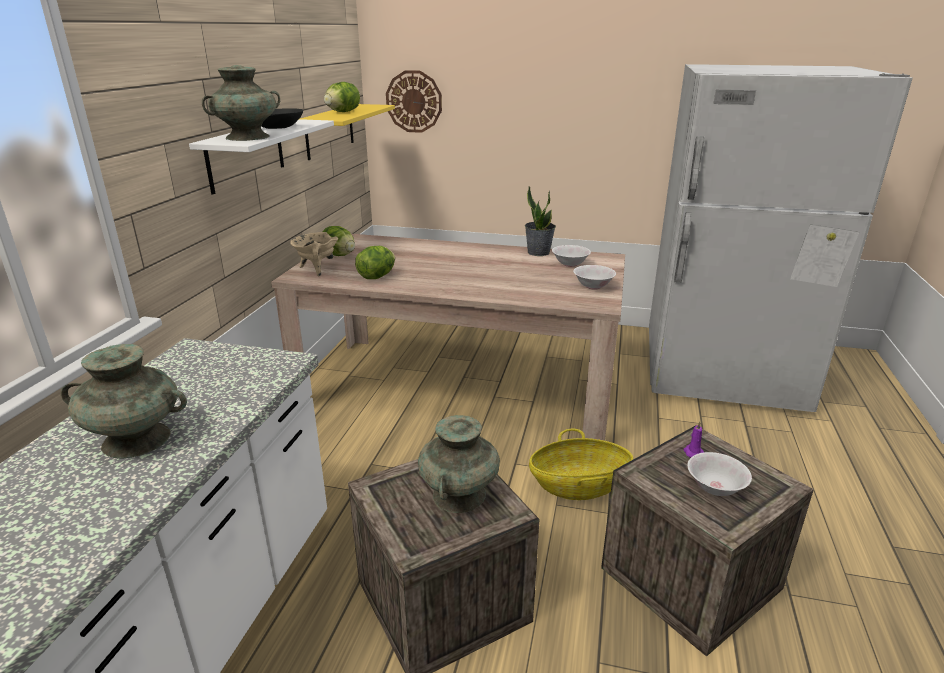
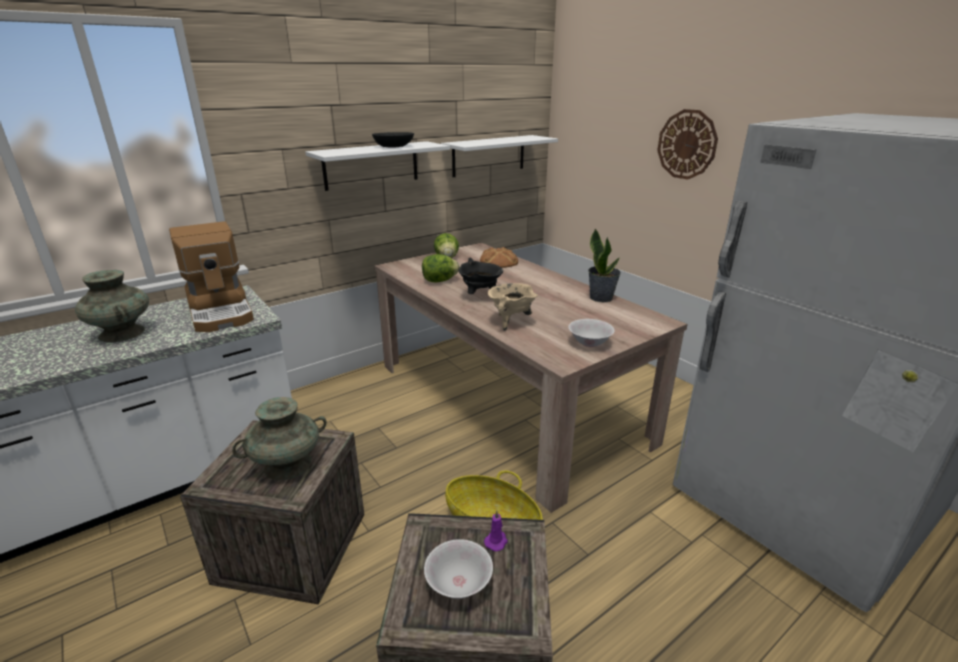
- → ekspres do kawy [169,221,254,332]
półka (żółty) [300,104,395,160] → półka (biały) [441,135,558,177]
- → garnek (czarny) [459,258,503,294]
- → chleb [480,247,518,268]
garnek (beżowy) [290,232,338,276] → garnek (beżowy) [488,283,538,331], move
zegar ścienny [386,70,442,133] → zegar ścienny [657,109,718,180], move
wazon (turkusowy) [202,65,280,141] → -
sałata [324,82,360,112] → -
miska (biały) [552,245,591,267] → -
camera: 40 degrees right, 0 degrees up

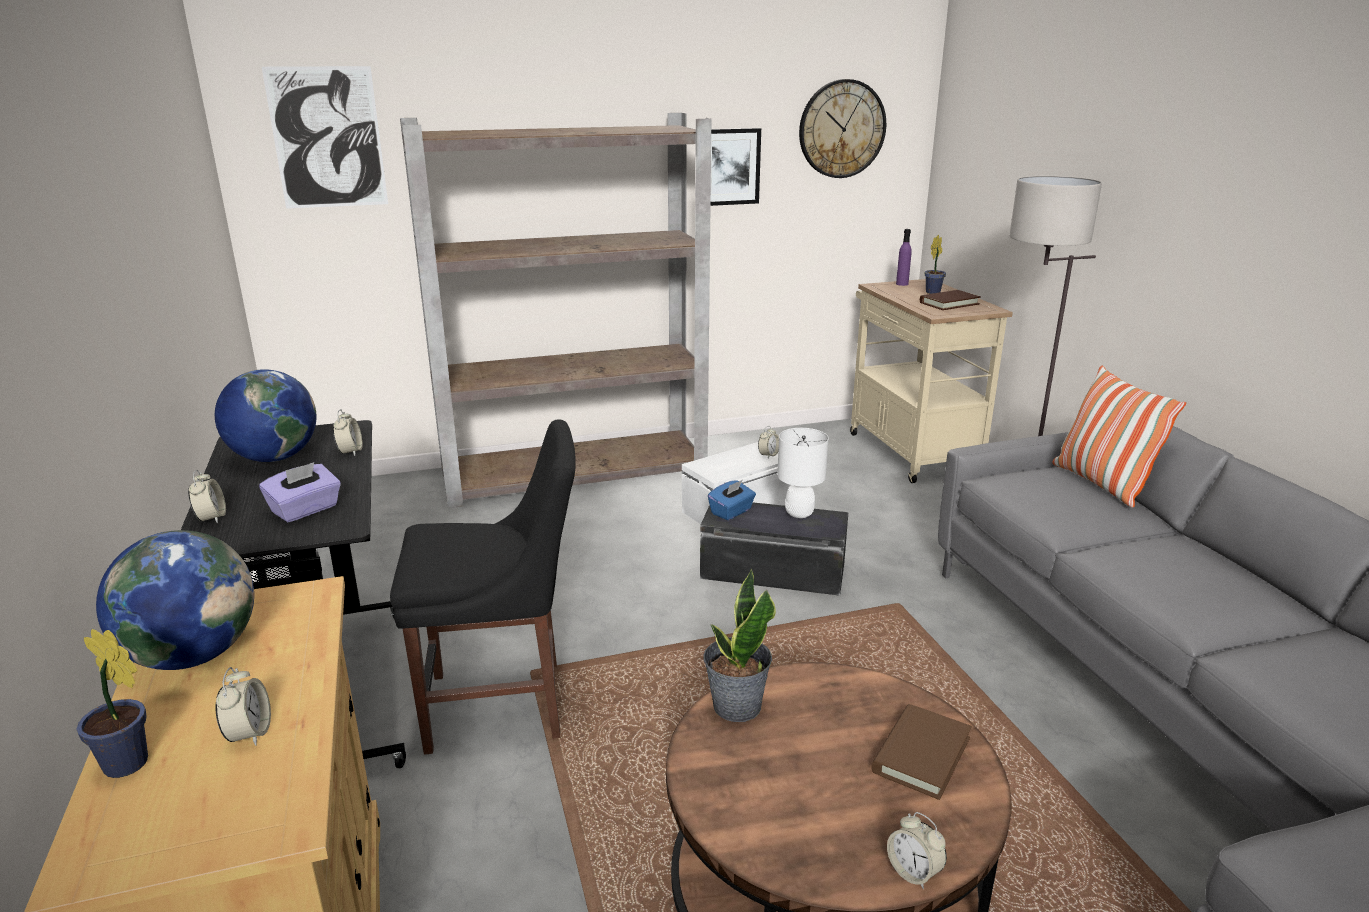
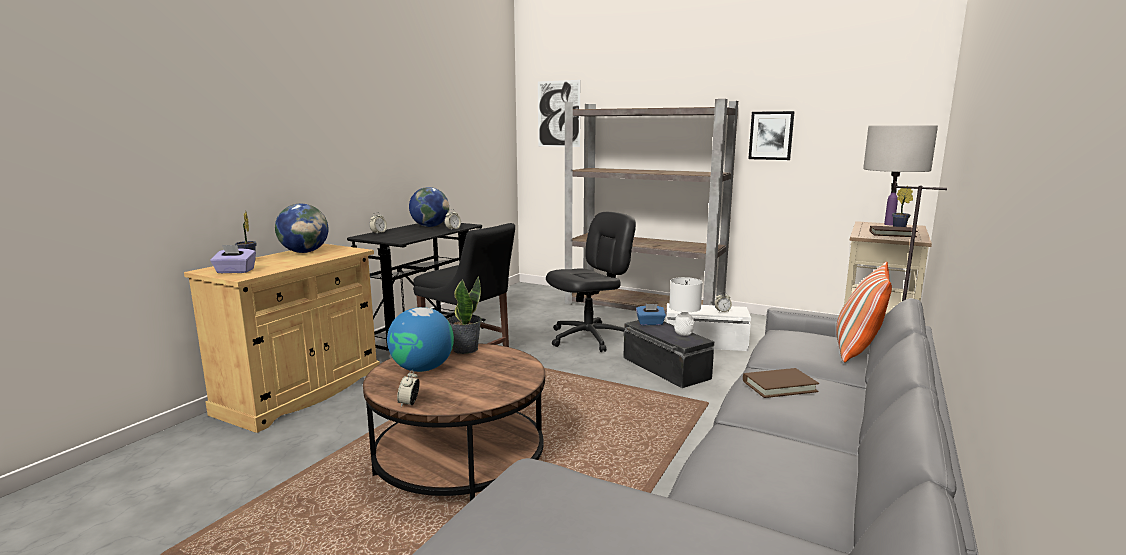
pudełko chusteczek (fioletowy) [259,462,341,522] → pudełko chusteczek (fioletowy) [210,245,256,273], move
- → globus [387,307,454,372]
- → krzesło biurowe (czarny) [546,212,636,352]
książka (brązowy) [871,704,972,800] → książka (brązowy) [743,368,819,398], move
budzik [216,667,271,746] → -
zegar ścienny [799,79,886,178] → -
camera: 45 degrees right, 10 degrees down

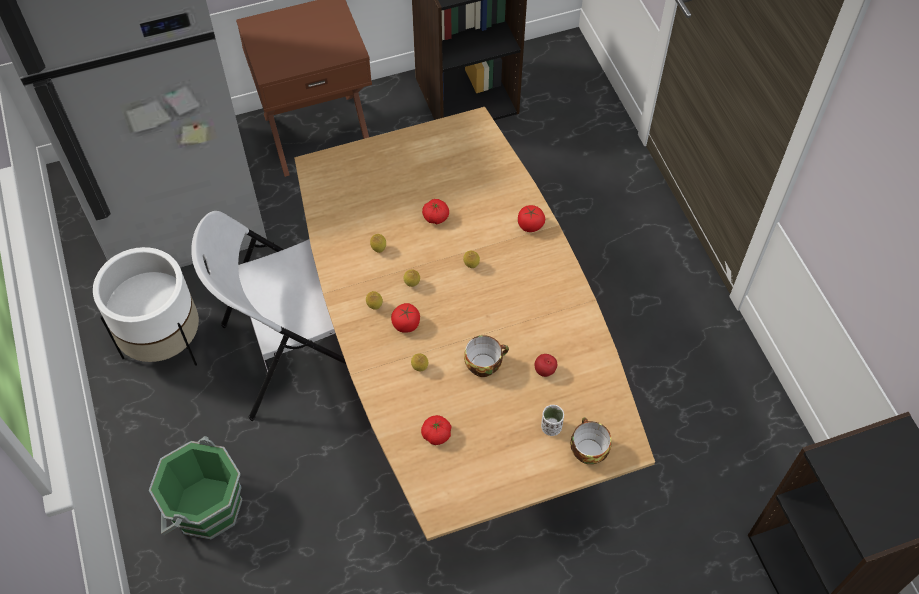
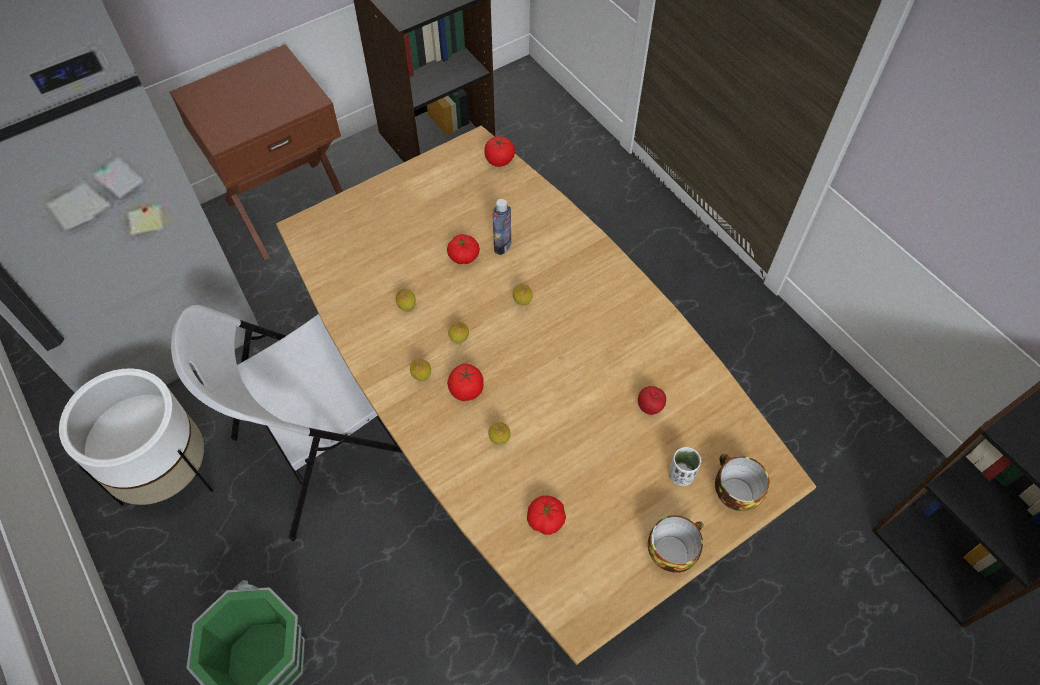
pomidor [518,205,545,232] → pomidor [484,136,515,167], move
- → butelka [493,199,511,255]
filiżanka [464,335,509,377] → filiżanka [648,515,704,573], move
camera: 15 degrees left, 0 degrees up

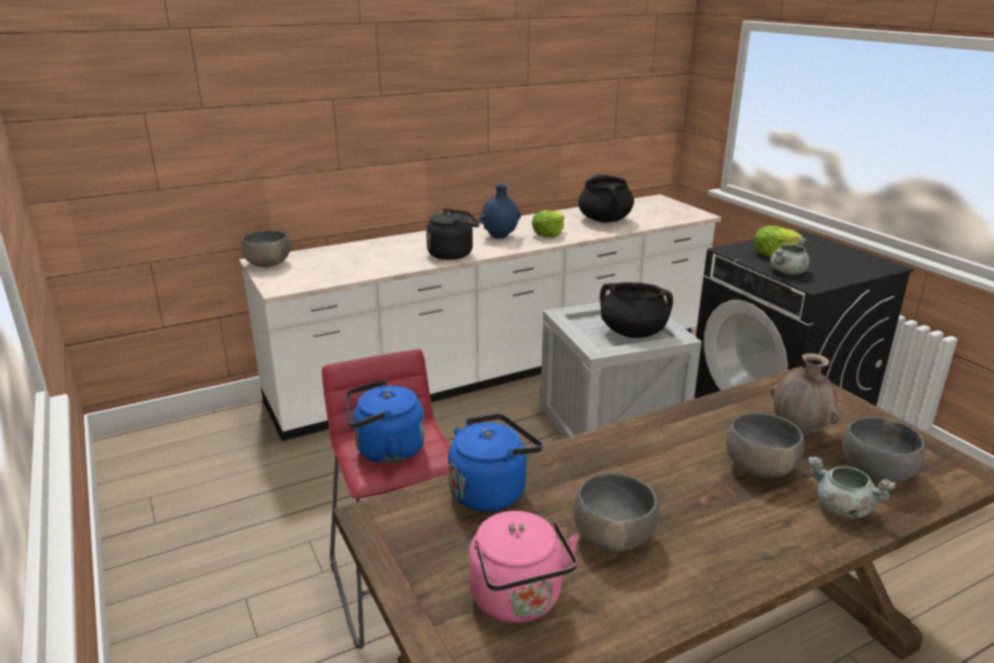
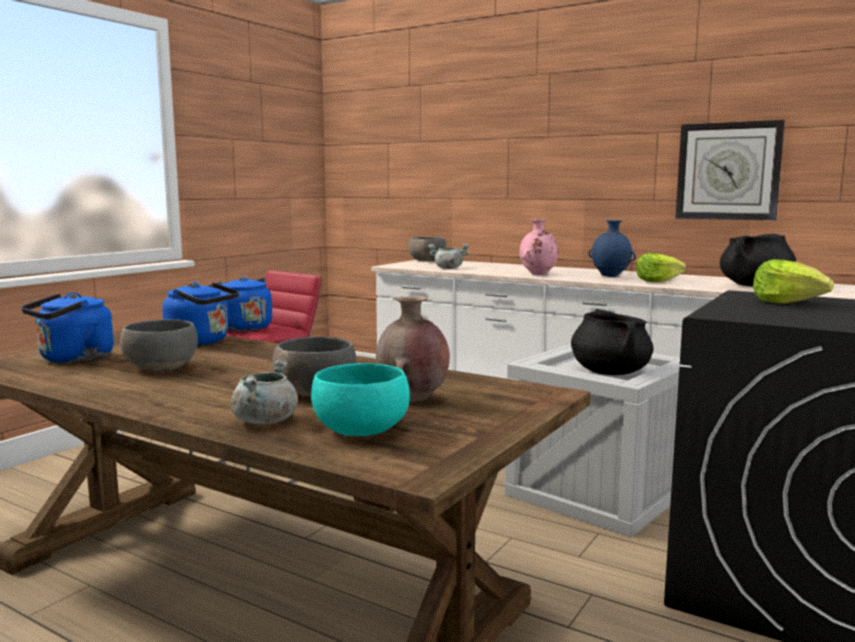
czajnik (różowy) [469,511,579,623] → czajnik (niebieski) [21,292,114,363]
miska (szary) [842,417,925,483] → miska (turkusowy) [311,363,410,436]
garnek (szary) [770,237,810,275] → garnek (szary) [428,244,469,269], move
czajnik (czarny) [426,208,479,260] → wazon (różowy) [520,219,559,275]
- → zegar ścienny [676,120,785,221]
camera: 60 degrees right, 15 degrees down

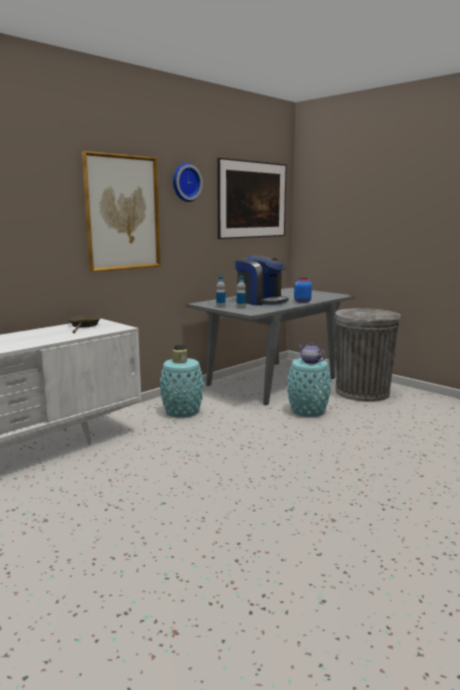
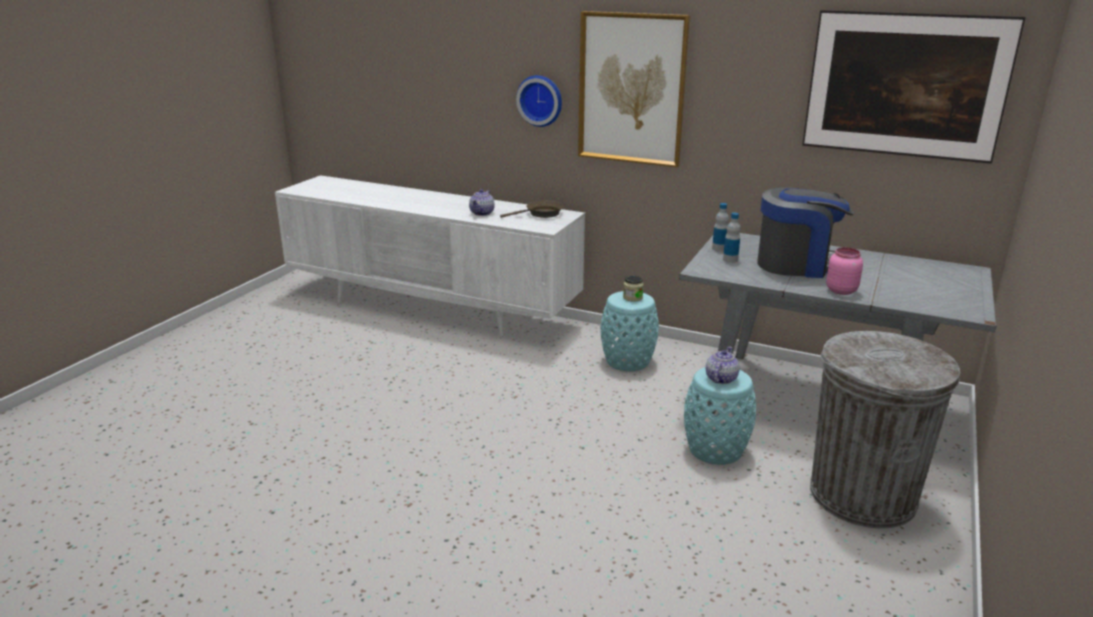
- → imbryk [469,189,495,216]
zegar ścienny [173,163,203,202] → zegar ścienny [516,75,562,127], move
ekspres do kawy [235,255,289,306] → ekspres do kawy [757,188,854,278], 105 degrees counterclockwise
słoik (niebieski) [294,278,312,303] → słoik (różowy) [826,247,863,295]
camera: 70 degrees right, 10 degrees up

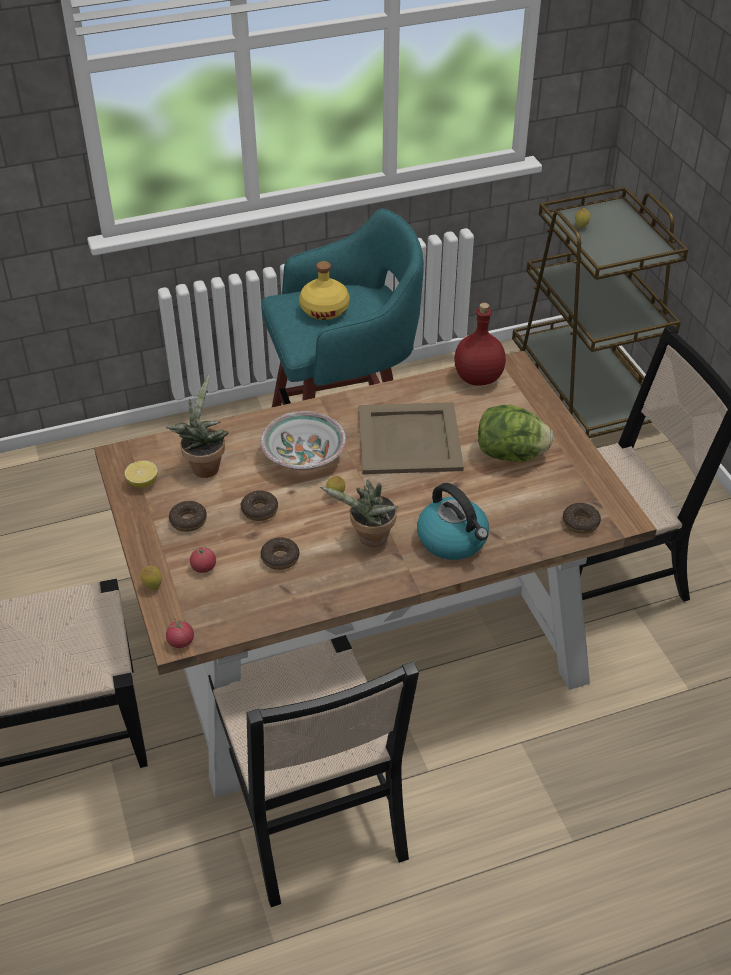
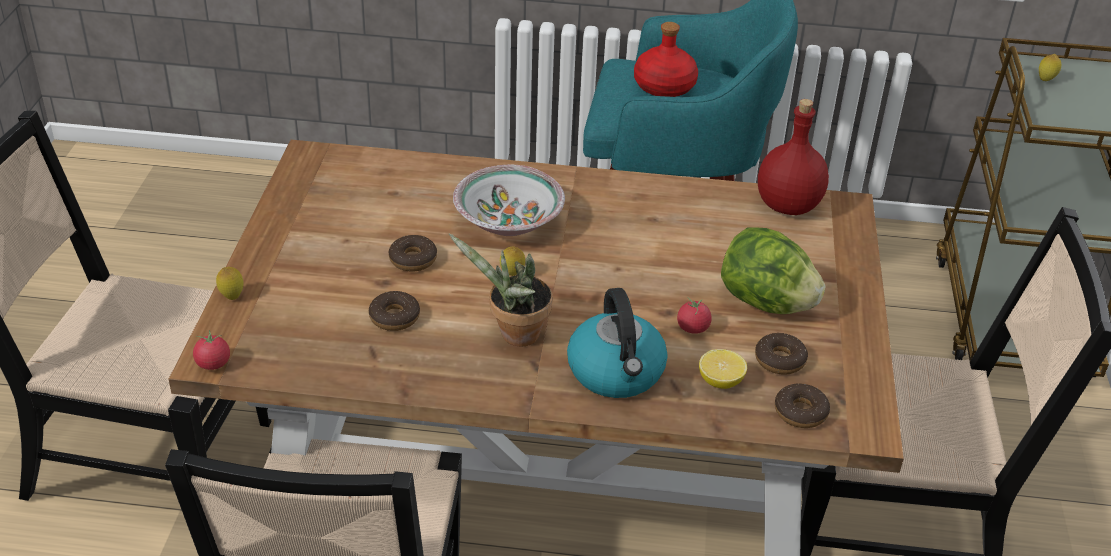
butelka (żółty) [299,261,350,320] → butelka (czerwony) [634,22,698,97]
pomidor [190,546,216,573] → pomidor [677,297,712,334], move
cytryna [125,461,158,487] → cytryna [699,349,747,389], move
donut [169,501,207,532] → donut [755,333,808,374], move
roślina doniczkowa [166,375,229,478] → -
taca (beżowy) [358,402,464,474] → -
camera: 25 degrees right, 5 degrees down

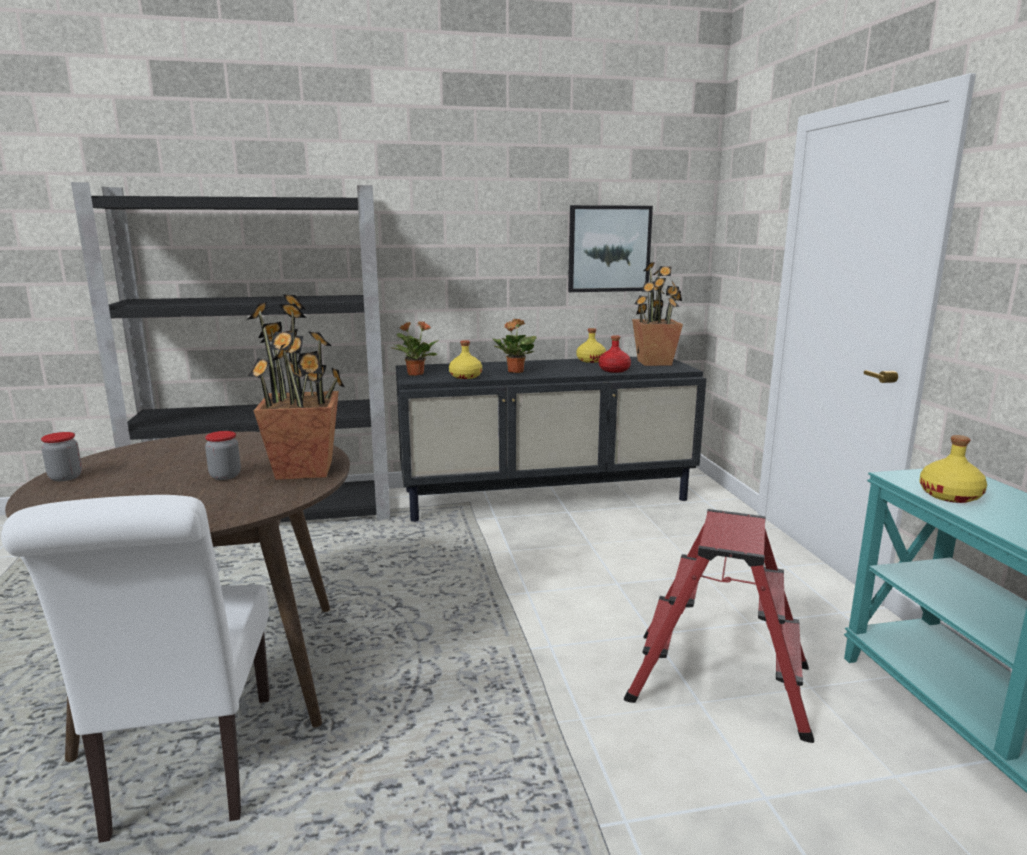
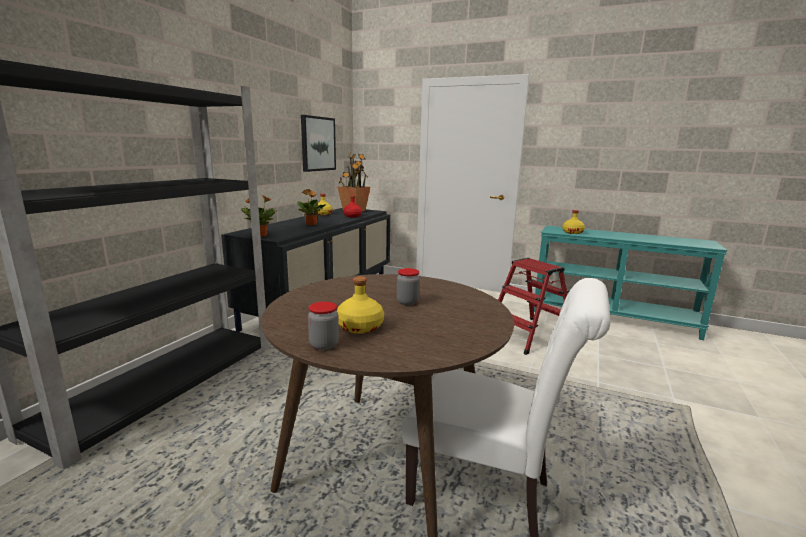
butelka (żółty) [449,340,482,379] → butelka (żółty) [337,276,384,334], move
roślina doniczkowa [247,294,345,480] → -
camera: 55 degrees left, 0 degrees up

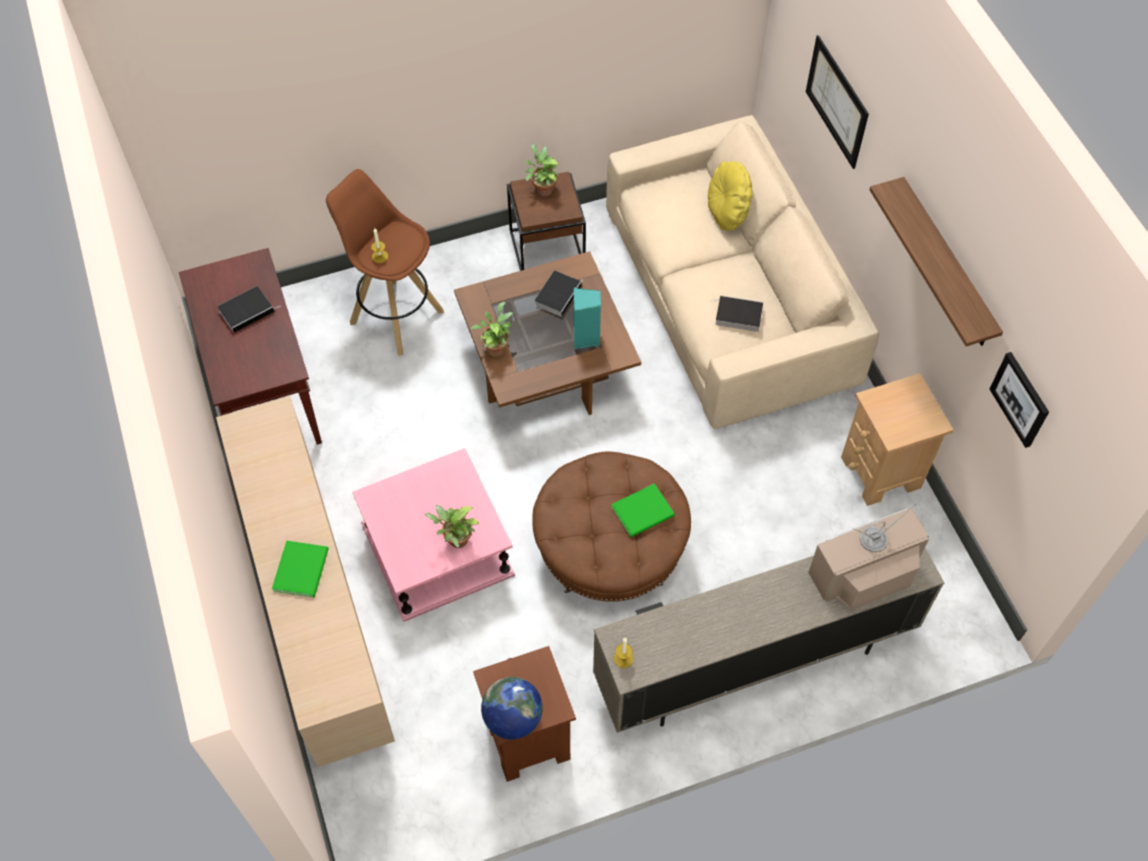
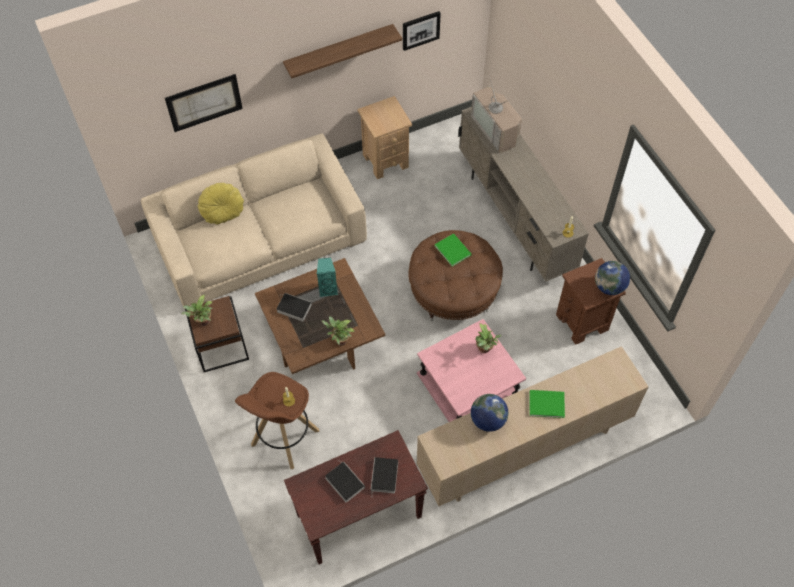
książka [715,295,763,332] → książka [371,457,398,498], move
- → globus [471,394,508,432]
camera: 95 degrees left, 0 degrees up

